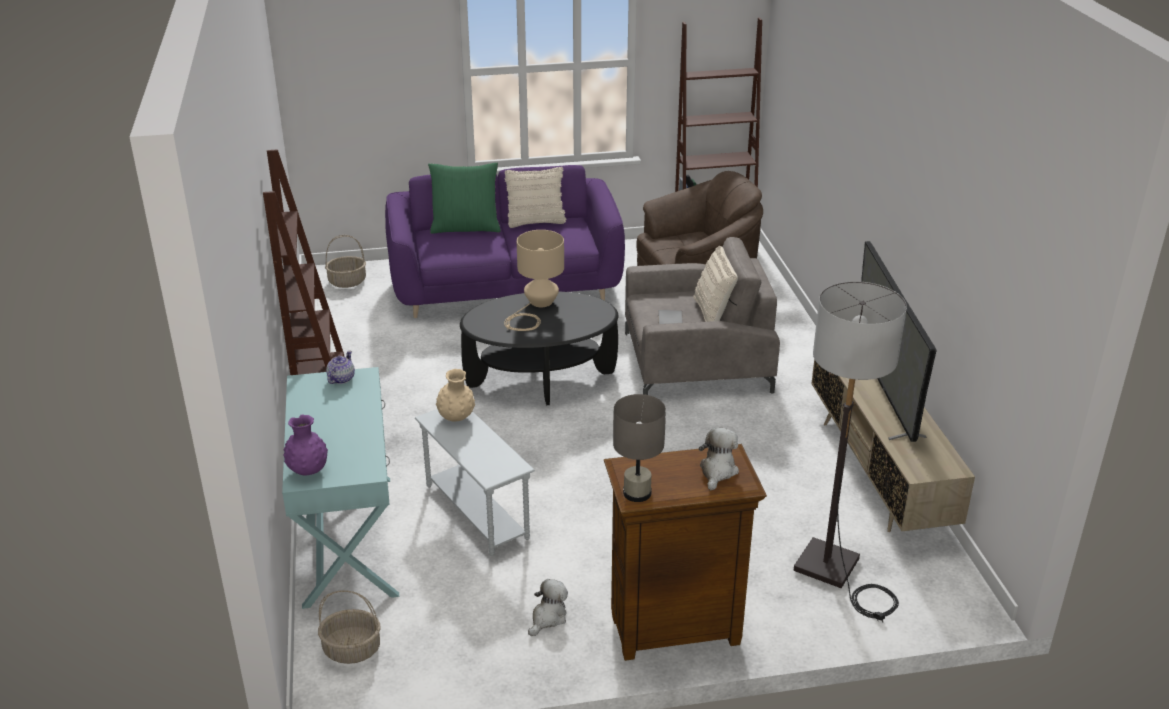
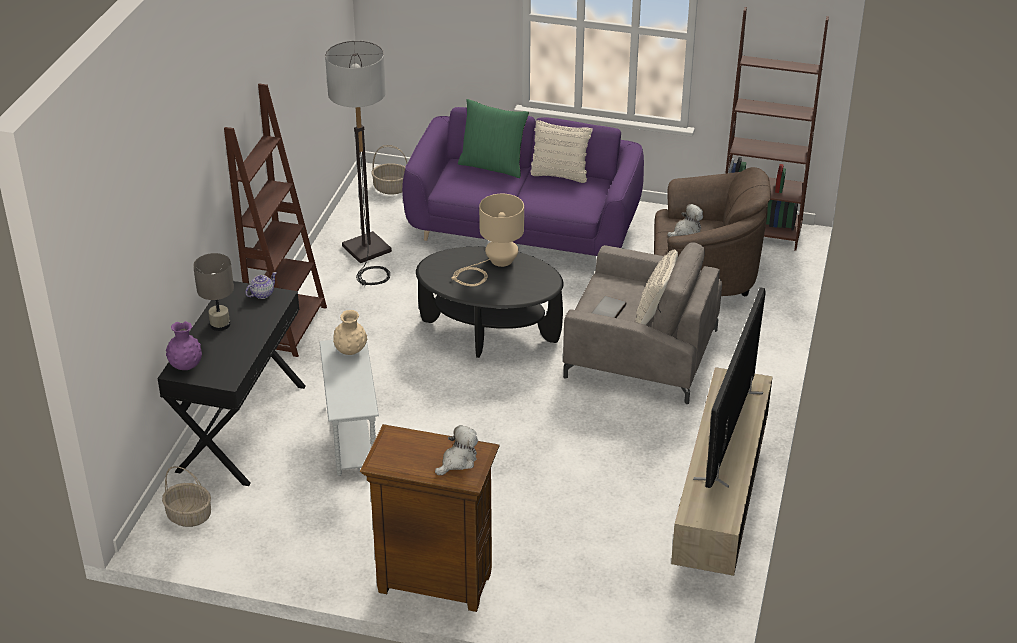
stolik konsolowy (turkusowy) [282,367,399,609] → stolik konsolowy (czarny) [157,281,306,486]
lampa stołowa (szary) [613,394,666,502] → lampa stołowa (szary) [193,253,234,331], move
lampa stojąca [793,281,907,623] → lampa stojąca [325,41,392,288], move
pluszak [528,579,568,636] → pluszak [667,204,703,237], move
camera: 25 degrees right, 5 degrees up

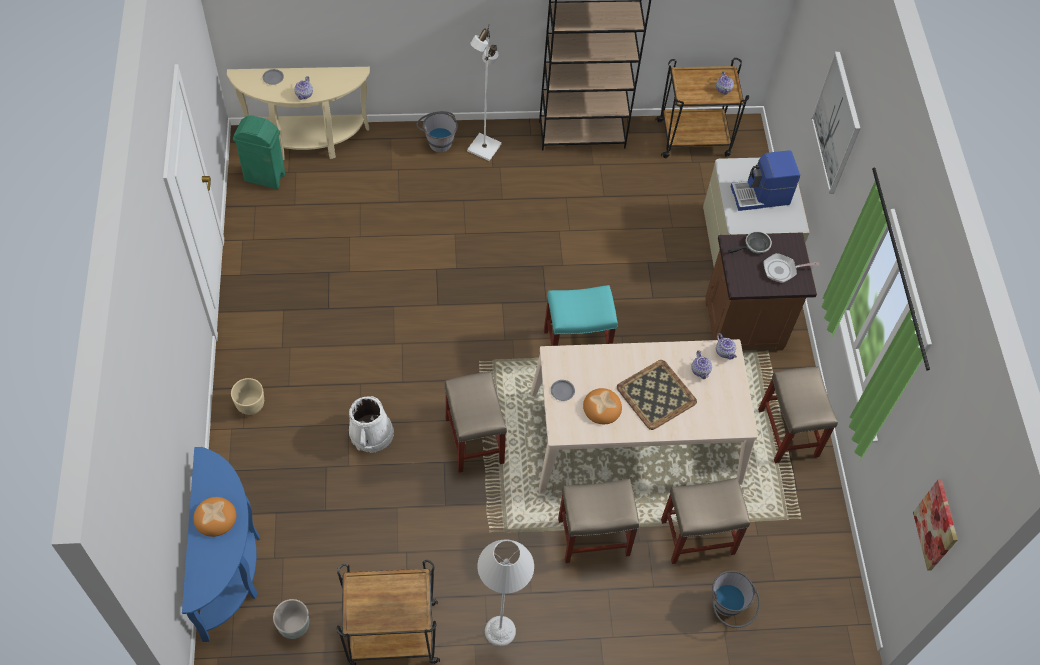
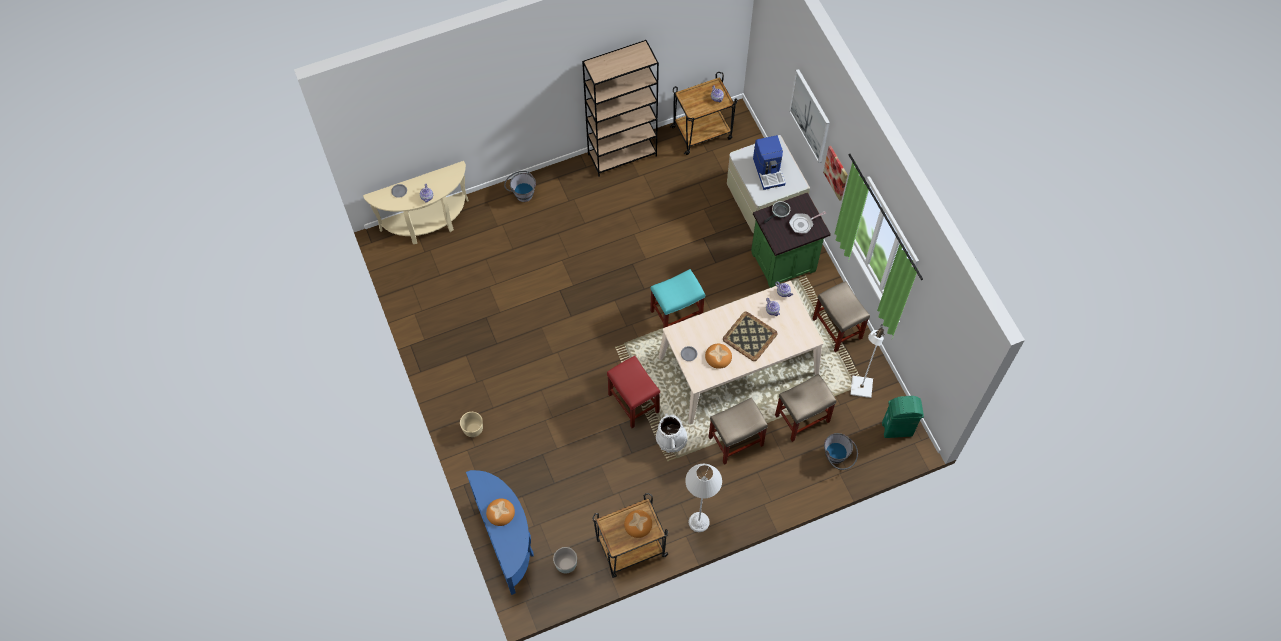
stołek (beżowy) [444,372,507,473] → stołek (czerwony) [607,356,660,428]
- → chleb [624,510,652,538]
wiadro (biały) [349,396,394,453] → wiadro (biały) [656,413,688,453], move
szafka (brązowy) [705,232,817,350] → szafka (zielony) [751,192,831,288]
ekspres do kawy [731,150,800,211] → ekspres do kawy [753,135,785,190], 75 degrees counterclockwise
obraz [913,479,958,571] → obraz [823,146,848,201], move
lampa stojąca (biały) [467,25,502,161] → lampa stojąca (biały) [850,324,884,398], move
kosz na śmieci (zielony) [233,116,285,189] → kosz na śmieci (zielony) [882,396,924,438], move
camera: 15 degrees left, 5 degrees up

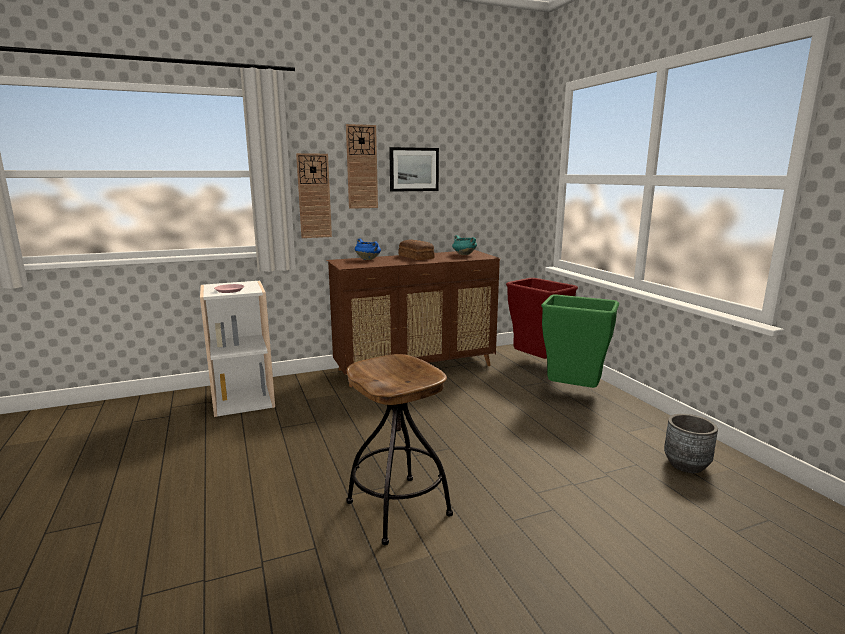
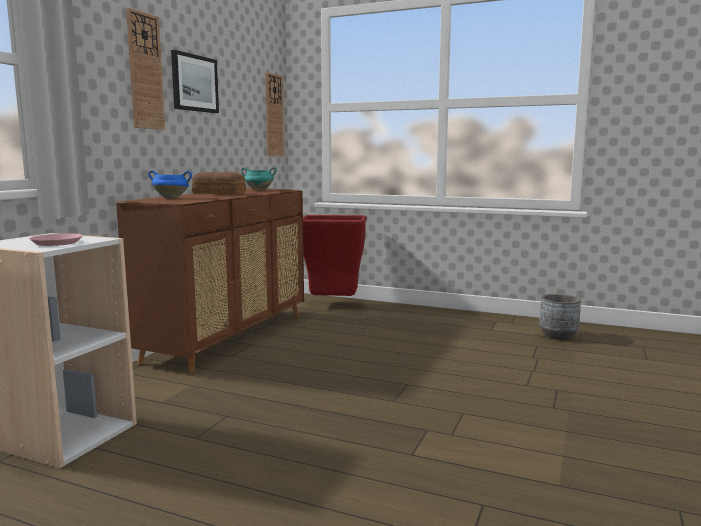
zegar ścienny [296,153,332,238] → zegar ścienny [265,73,284,156], move
stołek (brązowy) [346,354,453,545] → -
kosz na śmieci (zielony) [541,295,619,388] → -
camera: 45 degrees left, 5 degrees down

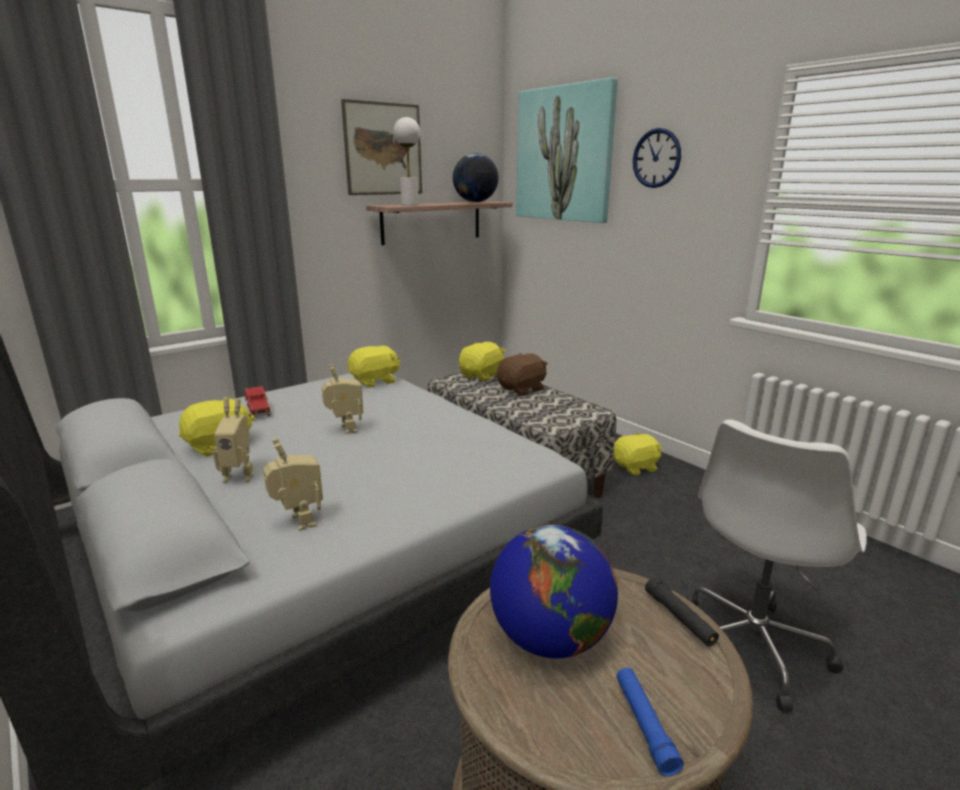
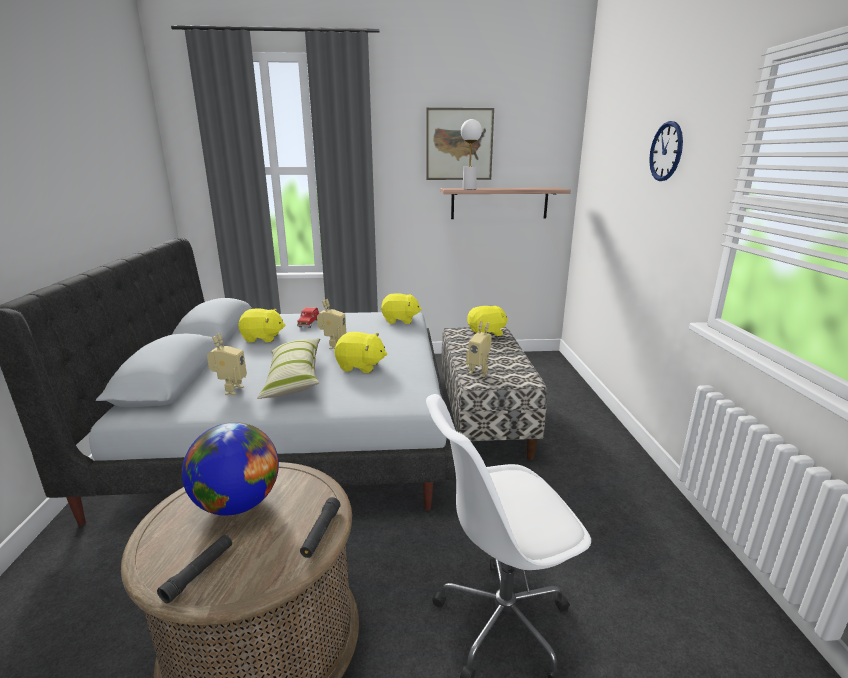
latarka (niebieski) [617,668,684,777] → latarka (czarny) [157,535,232,604]
- → poduszka [257,339,320,399]
pluszak (żółty) [613,432,662,476] → pluszak (żółty) [334,332,387,373], move
robot zabawkowy [213,399,254,483] → robot zabawkowy [466,321,492,377], move
globus [453,153,498,202] → -
pluszak (brązowy) [497,353,548,396] → -
obraz [516,77,618,223] → -
camera: 35 degrees right, 0 degrees up

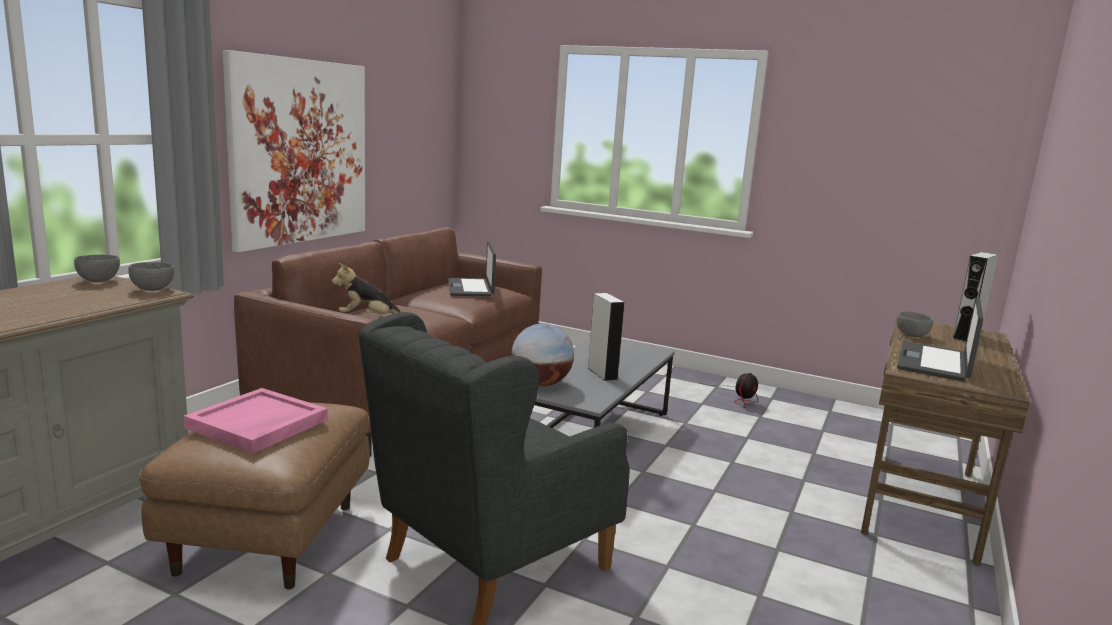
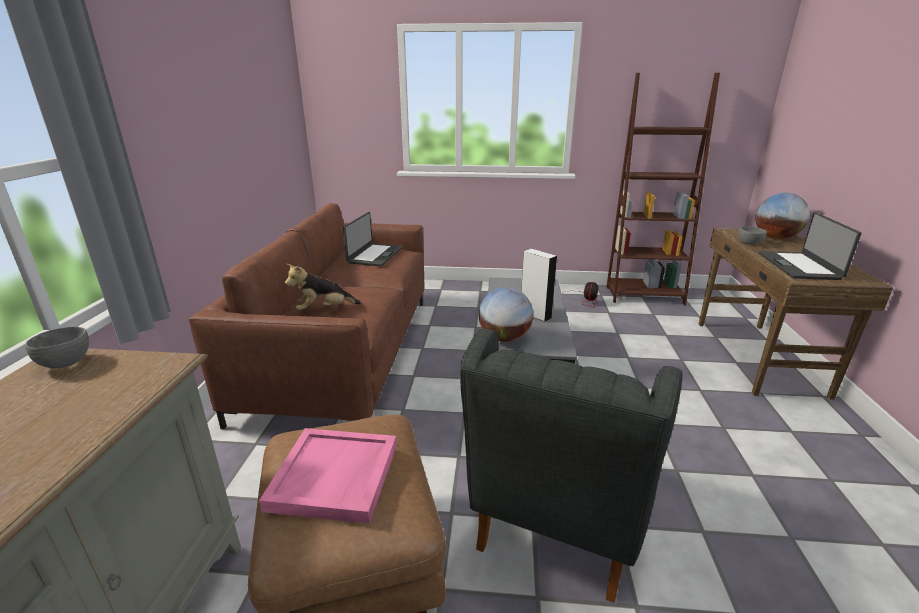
laptop [448,242,496,297] → laptop [343,212,403,266], 135 degrees counterclockwise
- → regał (brązowy) [606,73,720,305]
głośnik (szary) [952,252,998,342] → globus [755,193,810,239]
miska (szary) [128,262,174,291] → -
obraz [222,50,365,252] → -
camera: 20 degrees left, 10 degrees up

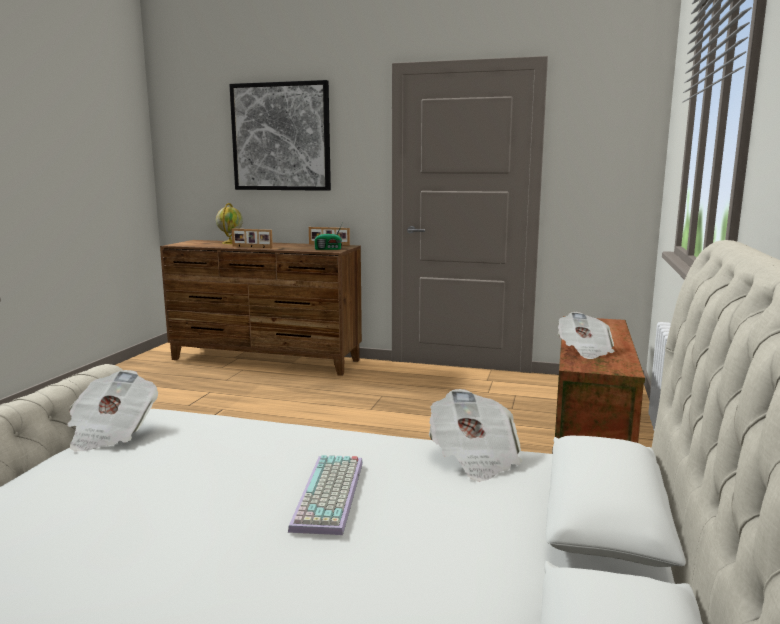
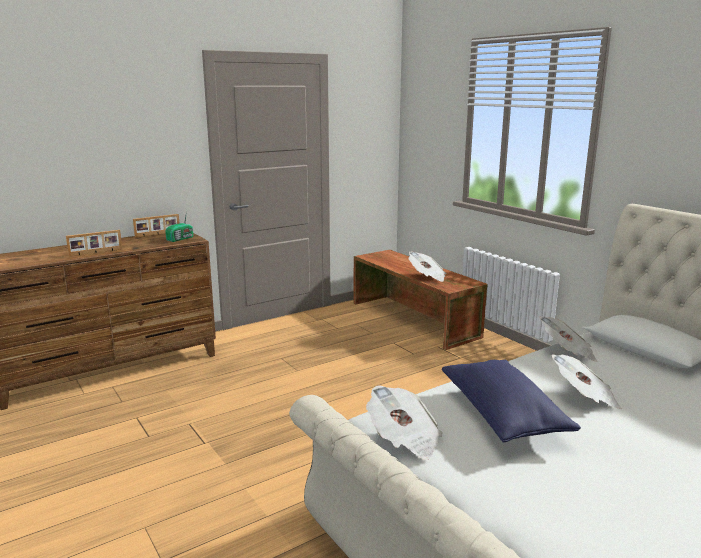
- → poduszka (niebieski) [442,360,581,442]
klawiatura [288,455,363,535] → gazeta [552,354,622,409]
globus [216,203,243,244] → -
obraz [229,80,331,191] → -
camera: 50 degrees left, 5 degrees up

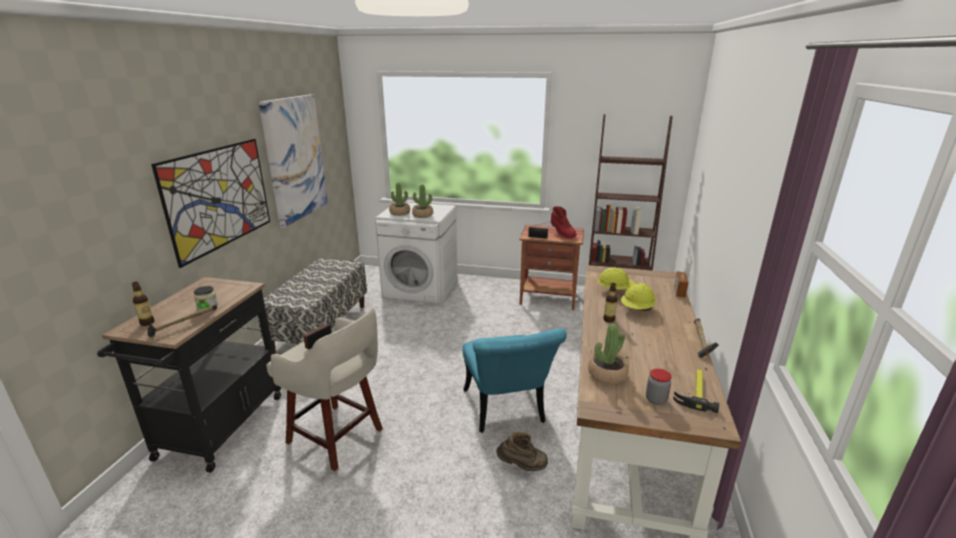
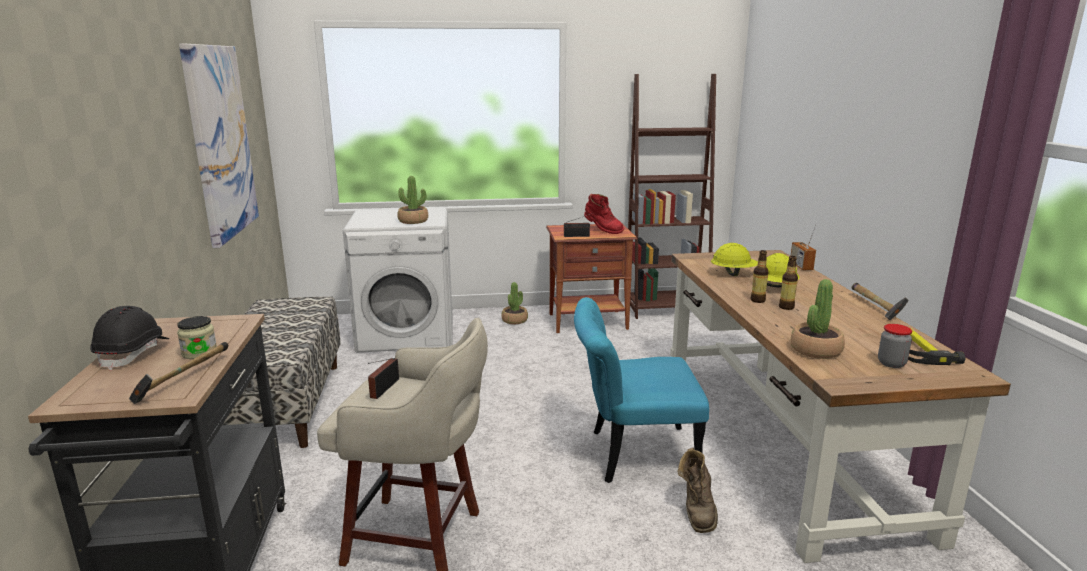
- → kask (czarny) [90,306,169,370]
roślina doniczkowa [389,183,410,216] → roślina doniczkowa [501,282,528,324], move
krzesło (turkusowy) [463,328,567,433] → krzesło (turkusowy) [574,297,709,483], 120 degrees clockwise
but z cholewką (brązowy) [496,432,548,471] → but z cholewką (brązowy) [678,448,718,533], 120 degrees clockwise
butelka [132,282,155,326] → butelka [779,256,798,310], move
obraz [151,139,270,268] → -
camera: 20 degrees left, 5 degrees down

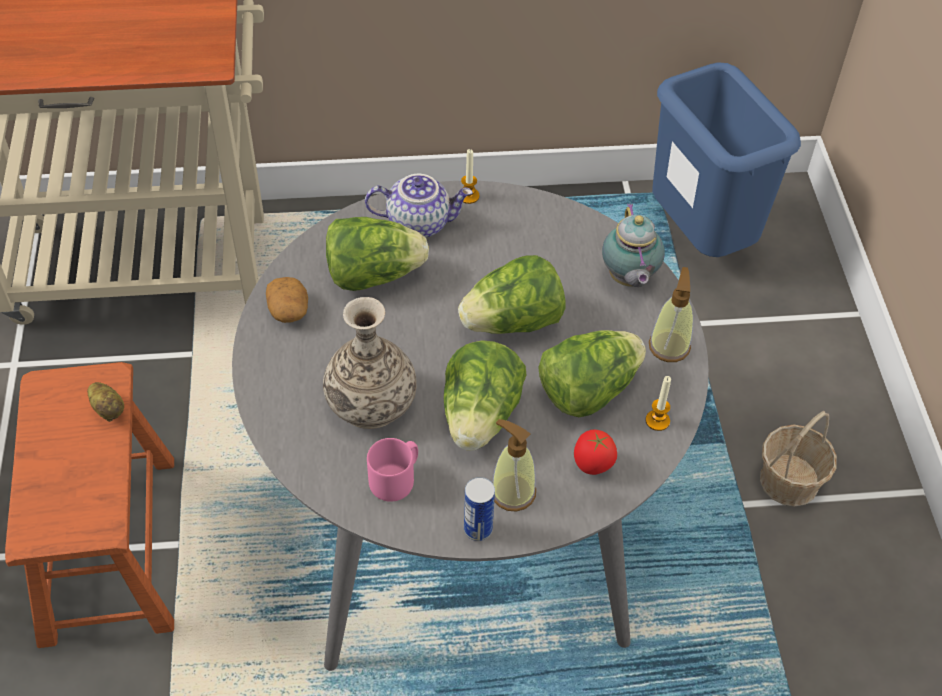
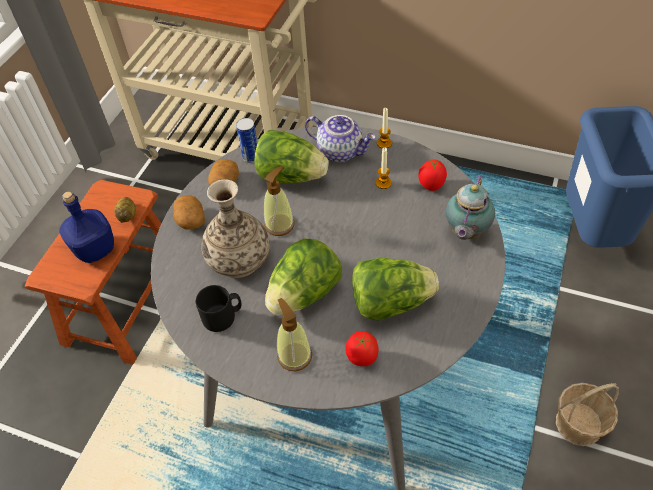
- → butelka (niebieski) [59,191,114,263]
- → ziemniak [173,195,205,230]
kubek (różowy) [367,438,418,502] → kubek (czarny) [196,285,242,332]
puszka [464,477,495,541] → puszka [236,118,257,163], move
dozownik mydła [649,267,693,362] → dozownik mydła [264,166,295,236], move
świeca [645,376,671,431] → świeca [376,148,392,189], move
- → pomidor [418,160,447,191]
sałata [458,255,565,334] → -
camera: 30 degrees right, 0 degrees up

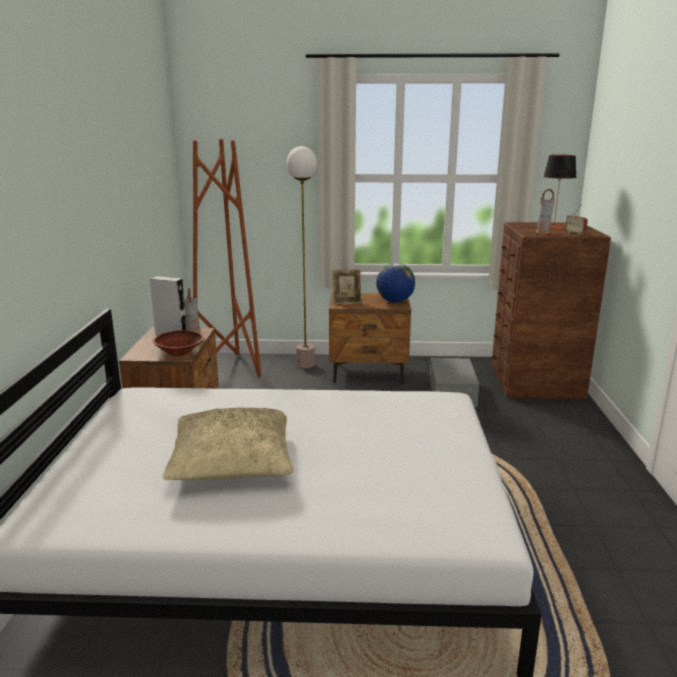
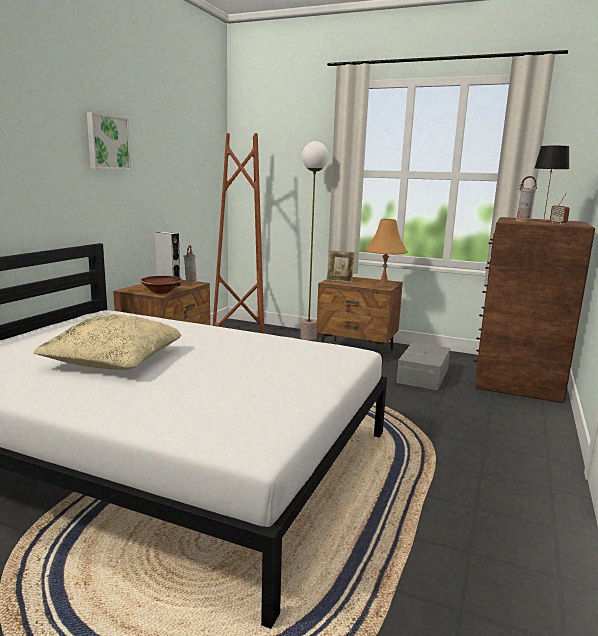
- → obraz [87,112,131,170]
globus [376,263,415,303] → lampa stołowa (pomarańczowy) [365,219,408,287]
camera: 20 degrees right, 5 degrees down

